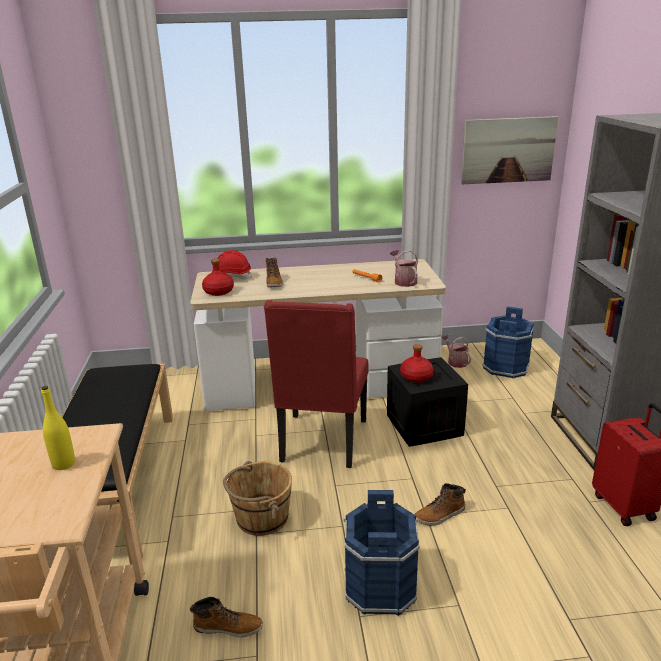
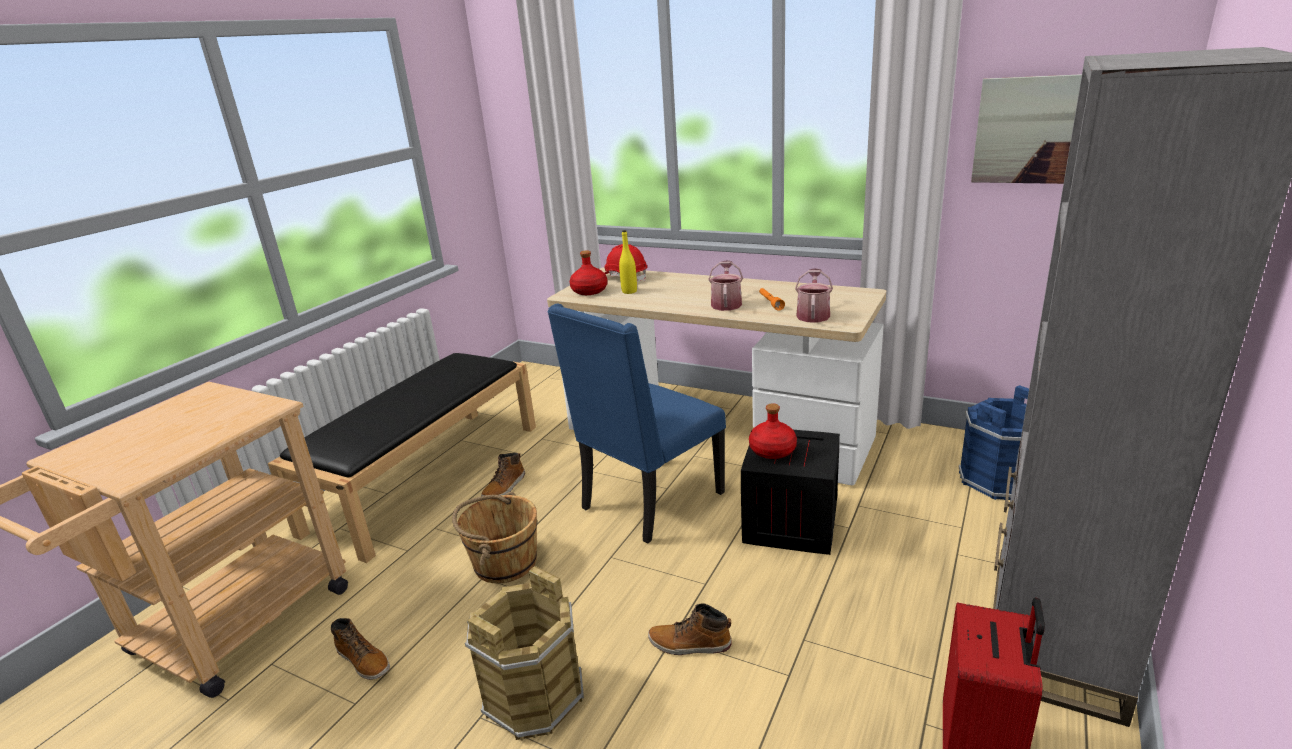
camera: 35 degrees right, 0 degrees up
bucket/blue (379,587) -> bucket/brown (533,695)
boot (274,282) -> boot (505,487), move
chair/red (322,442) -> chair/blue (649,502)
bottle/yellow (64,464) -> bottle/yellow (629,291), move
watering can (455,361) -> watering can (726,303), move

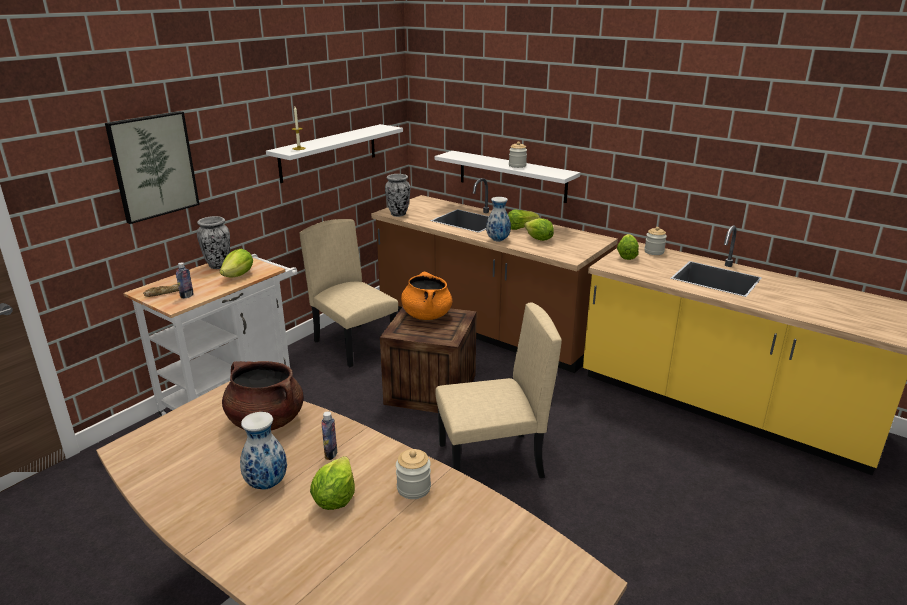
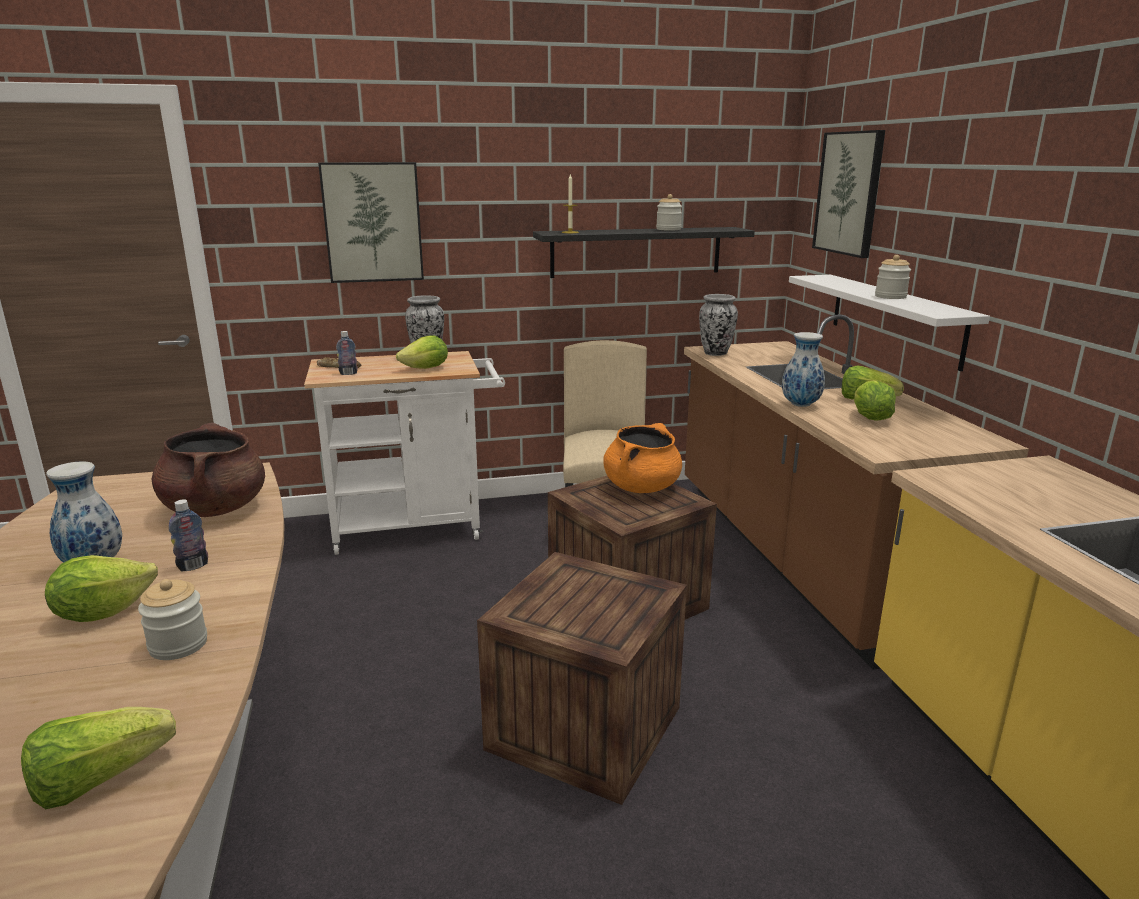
camera: 40 degrees right, 5 degrees down
lettuce (626,255) -> lettuce (99,779), move
chair/beige (490,461) -> crate (584,728)
shelf/white (329,152) -> shelf/black (636,252)
jar (654,252) -> jar (668,229), move
none -> picture (849,193)

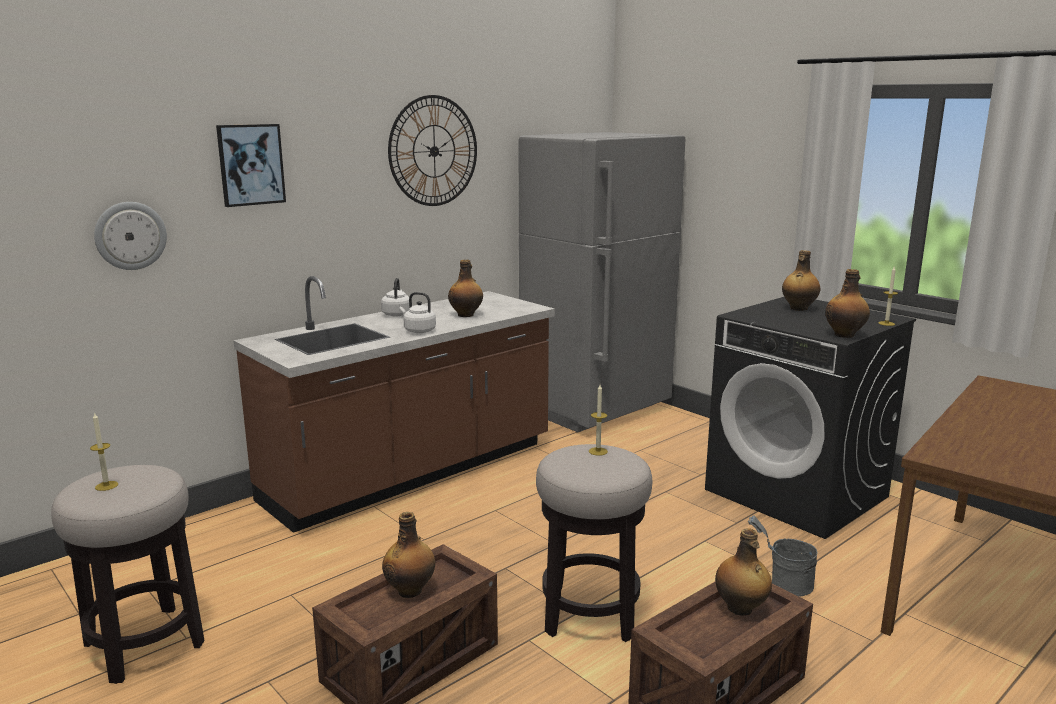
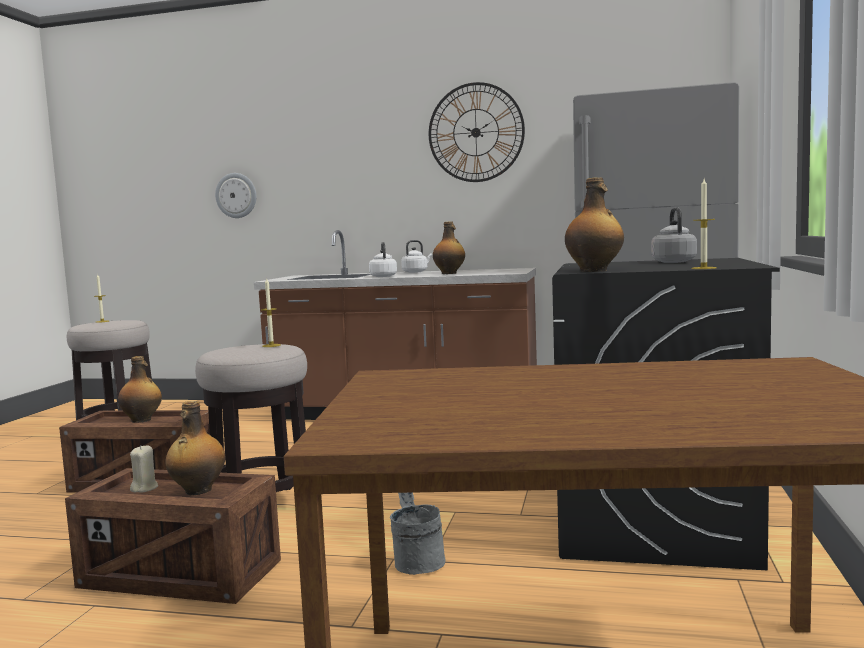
camera: 55 degrees right, 10 degrees down
none -> candle/beige (144,488)
bottle (798,308) -> kettle/grey (673,262)
picture (251,164) -> none

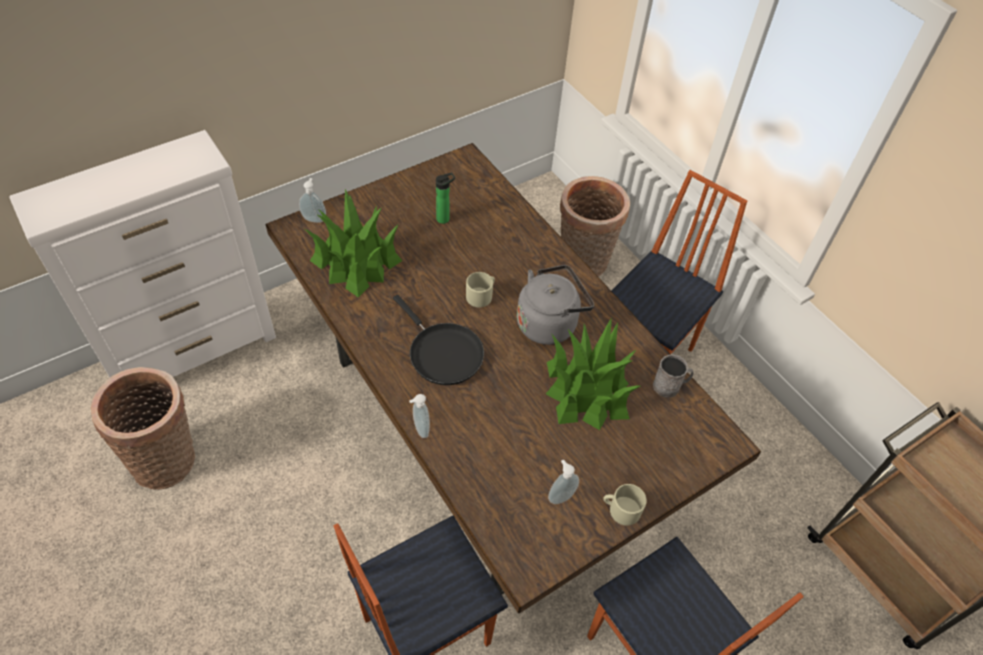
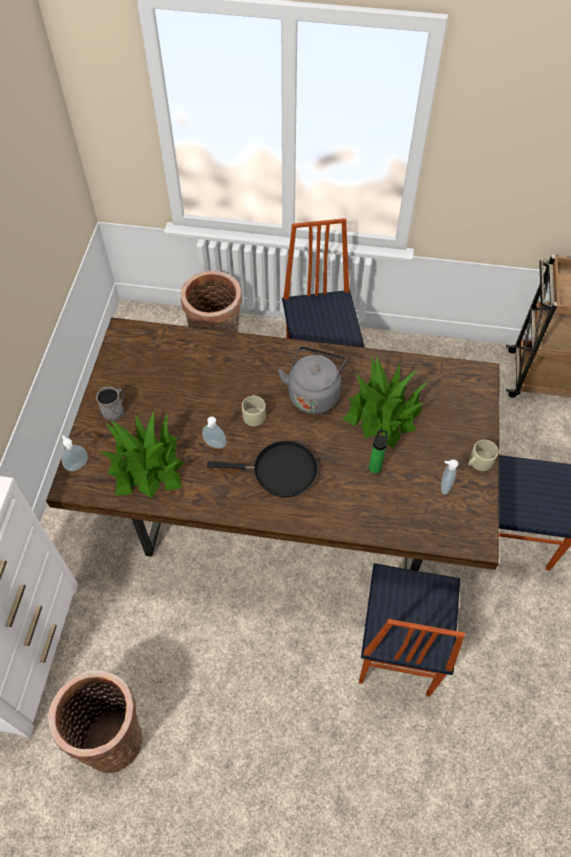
camera: 45 degrees left, 5 degrees up
mug/grey (670,386) -> mug/grey (115,410), move
soap dispenser (420,429) -> soap dispenser (214,445), move
bottle (444,218) -> bottle (375,466), move

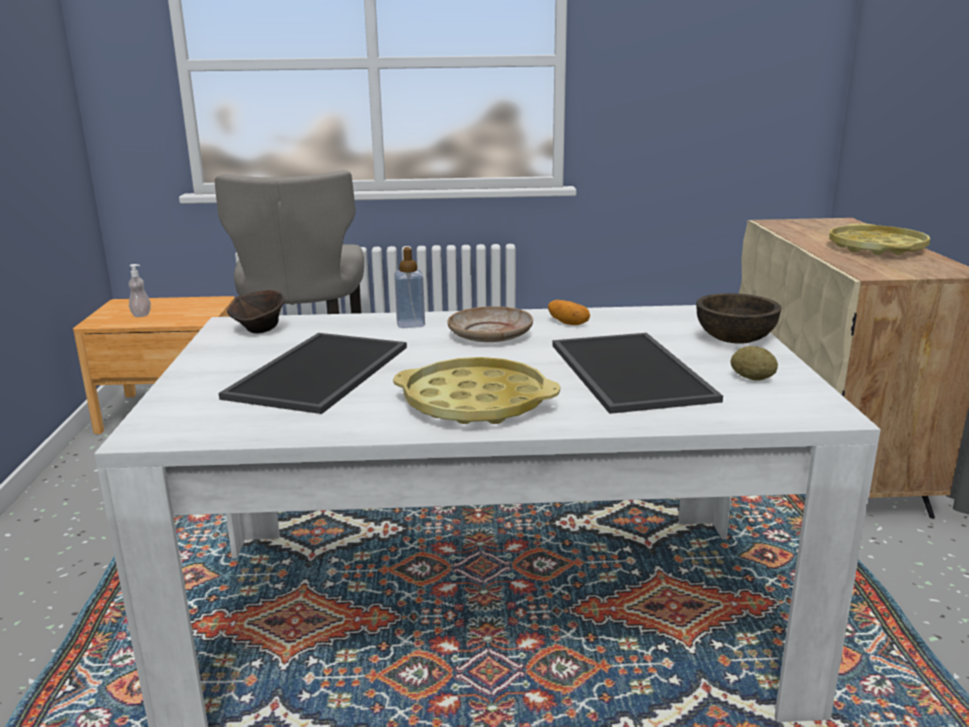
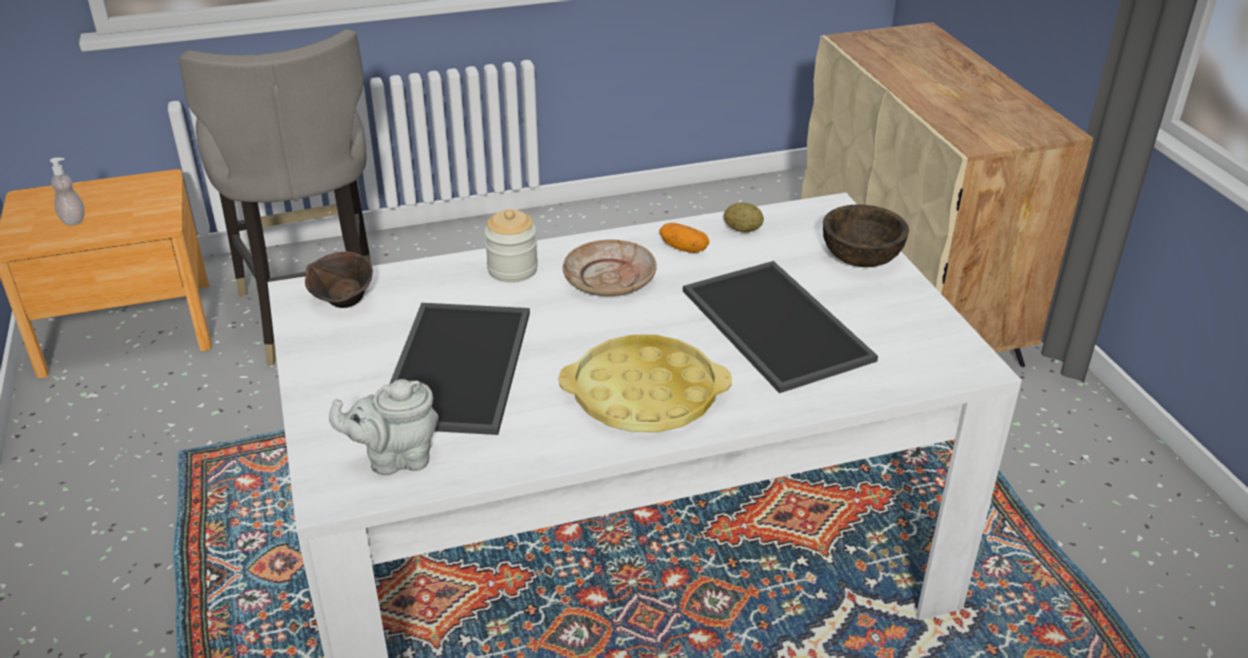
camera: 15 degrees left, 15 degrees up
none -> teapot/grey (395,459)
soap dispenser (410,324) -> jar (512,269)
potato (752,378) -> potato (742,230), move
tray/yellow (876,248) -> none

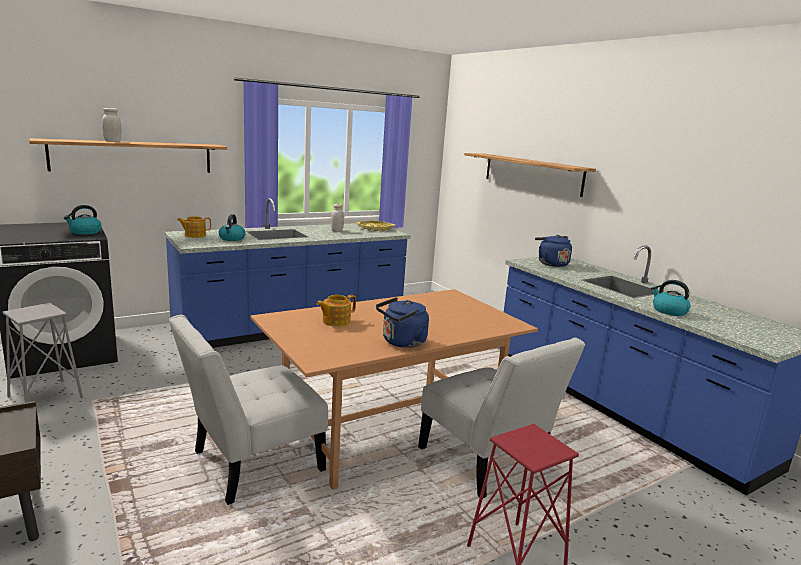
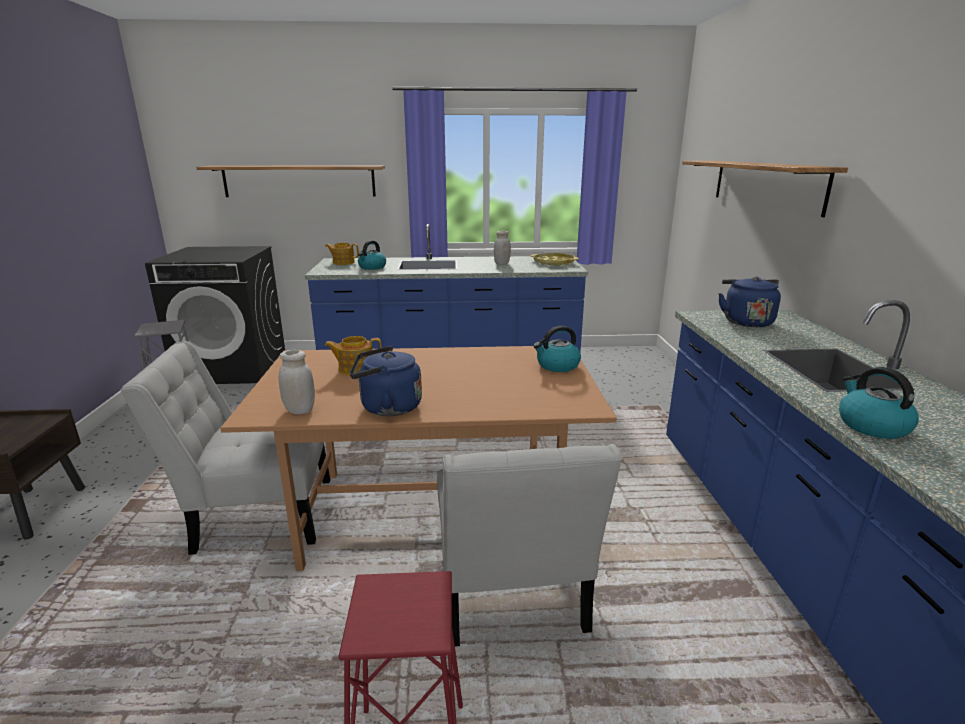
camera: 30 degrees right, 5 degrees up
jar/white (112,141) -> jar/white (300,410), move
kettle (85,232) -> kettle (557,366), move

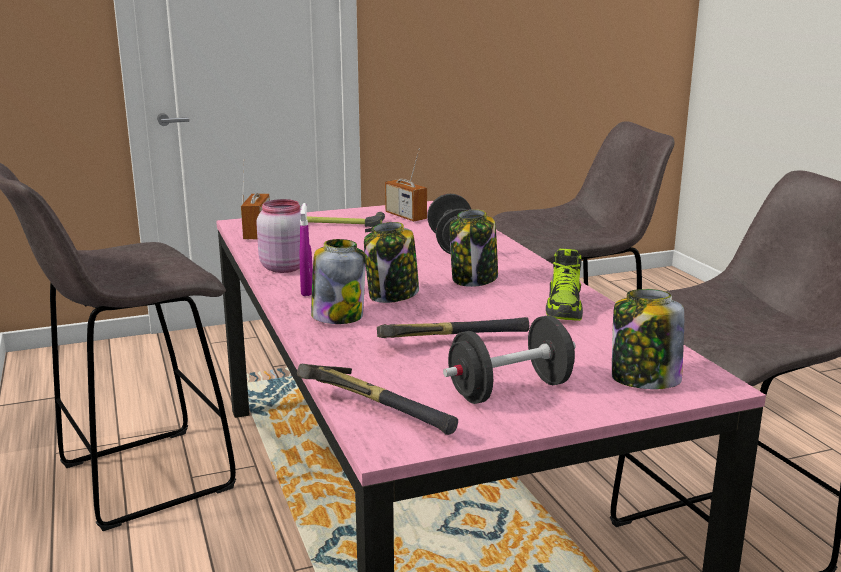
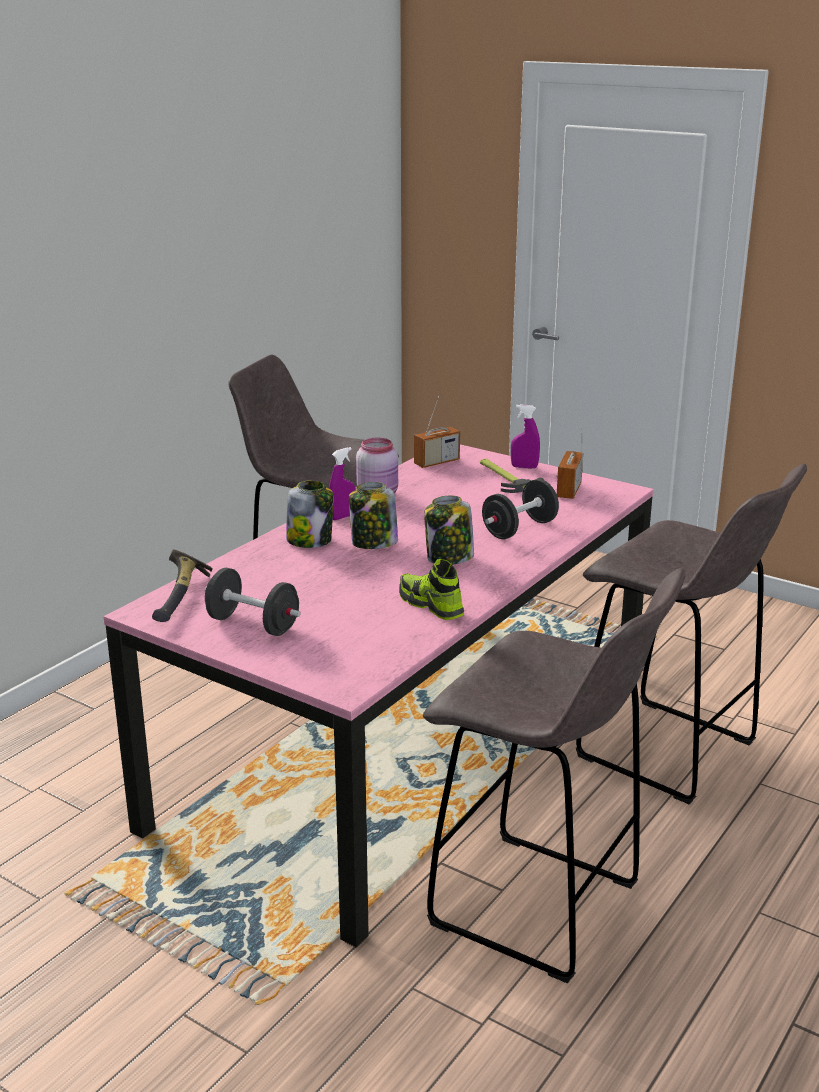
camera: 55 degrees right, 5 degrees up
shoe (565,308) -> shoe (430,605), 75 degrees clockwise
none -> spray bottle/purple (524,467)
hammer (445,342) -> none
jar (643,380) -> none

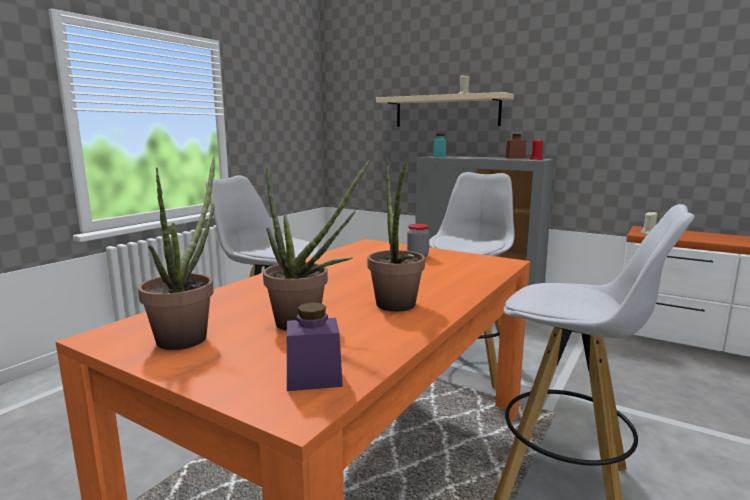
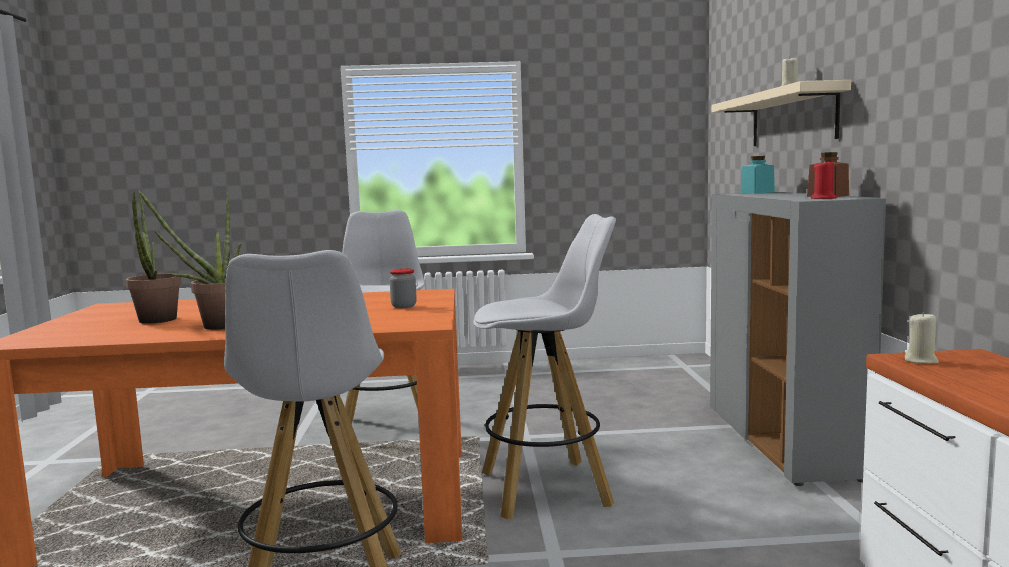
camera: 55 degrees right, 5 degrees down
potted plant (188,335) -> none
jar/purple (314,378) -> none

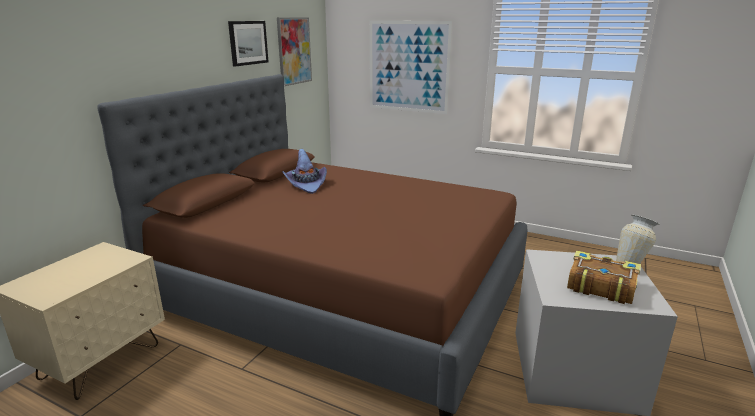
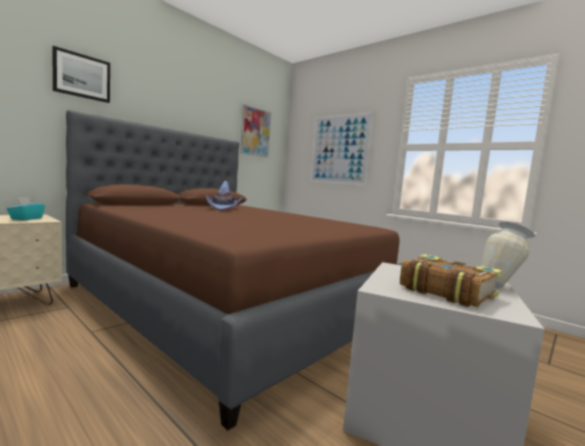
camera: 15 degrees right, 15 degrees down
none -> tissue box/turquoise (26,218)
picture (248,42) -> picture (82,76), move

